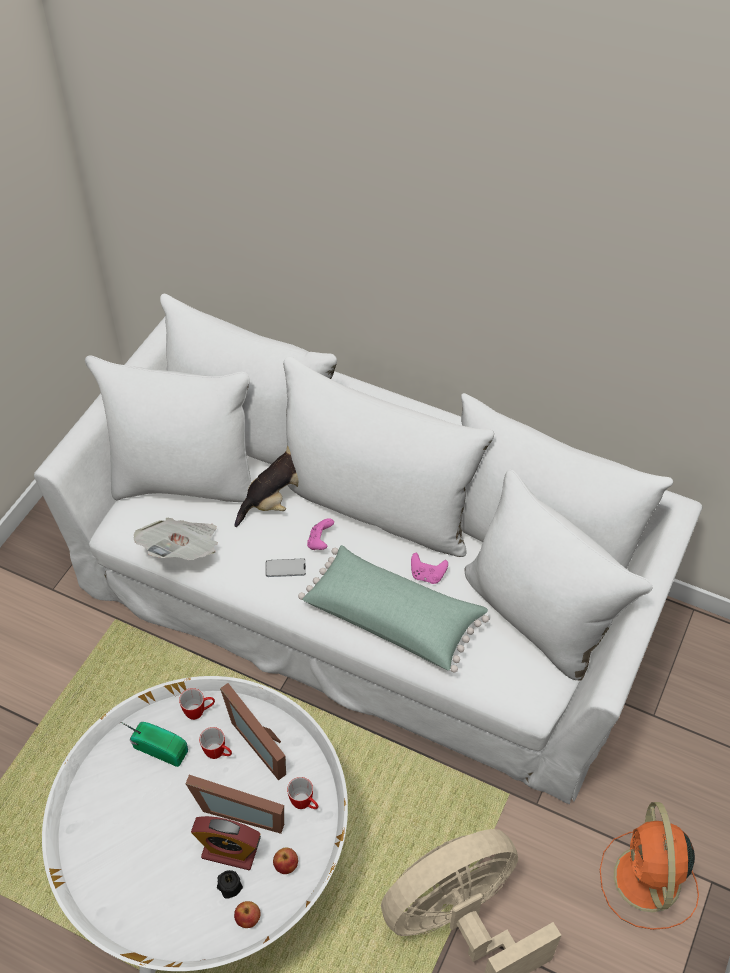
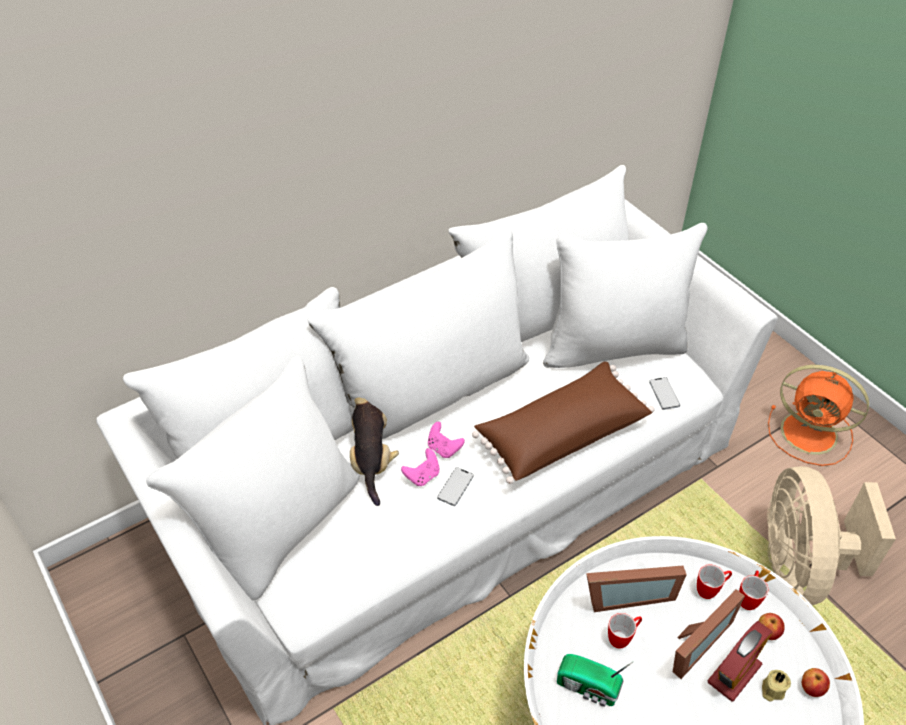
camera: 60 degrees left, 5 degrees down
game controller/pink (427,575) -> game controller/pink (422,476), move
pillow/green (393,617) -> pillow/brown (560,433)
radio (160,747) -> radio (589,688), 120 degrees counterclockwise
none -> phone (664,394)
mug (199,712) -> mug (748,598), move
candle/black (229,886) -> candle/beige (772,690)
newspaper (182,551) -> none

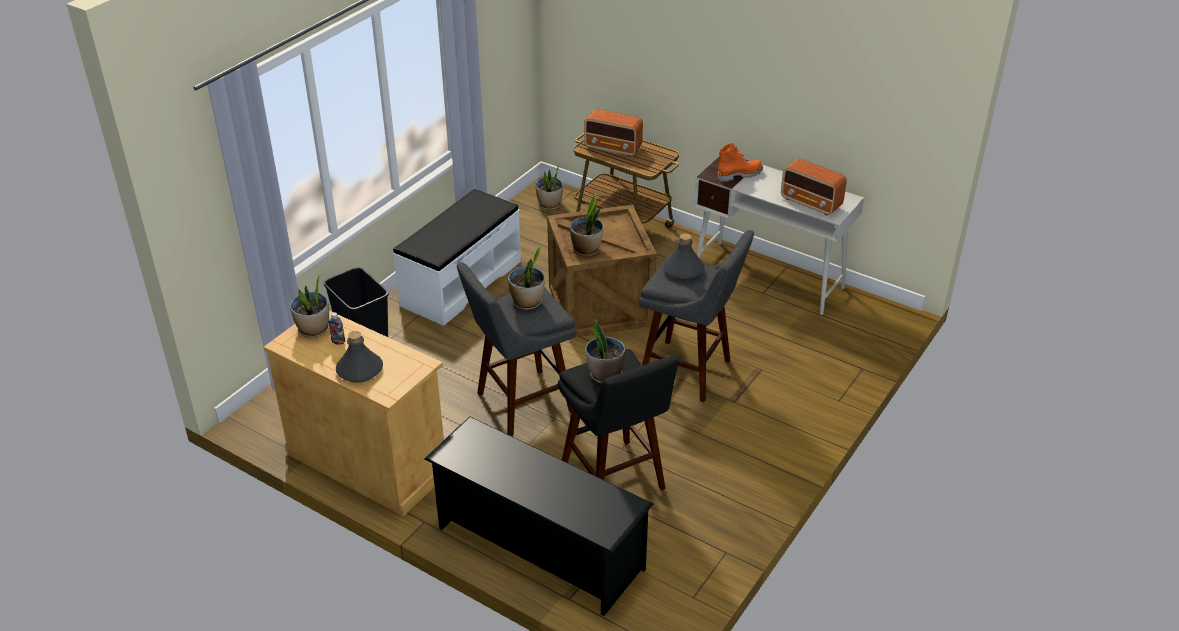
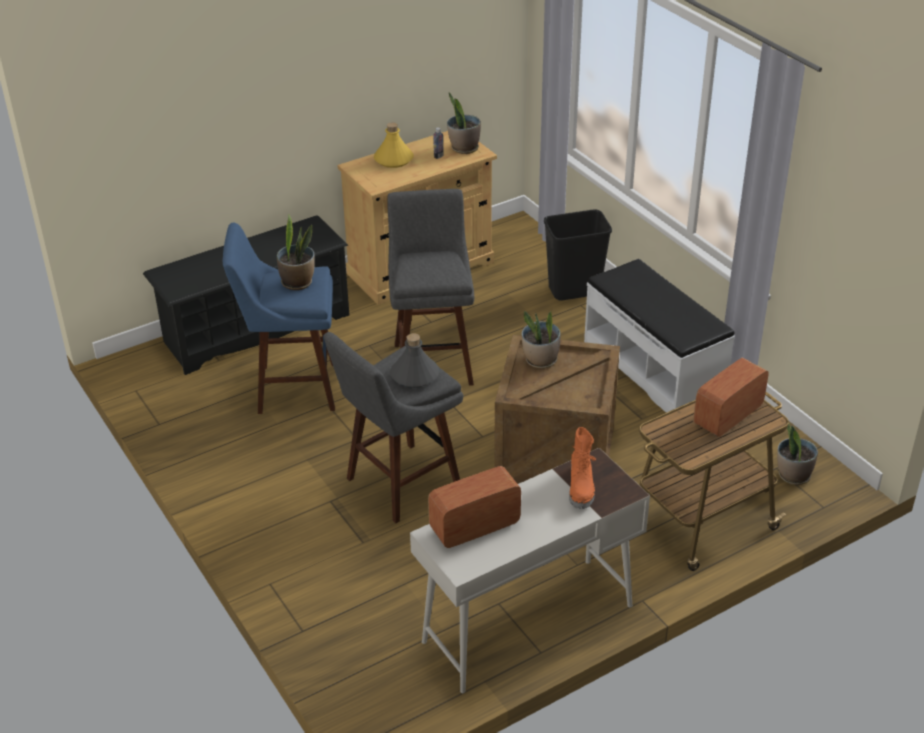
camera: 115 degrees right, 0 degrees up
stool/black (615,480) -> stool/blue (292,388)
bottle/grey (360,370) -> bottle/yellow (393,160)
potted plant (527,302) -> none

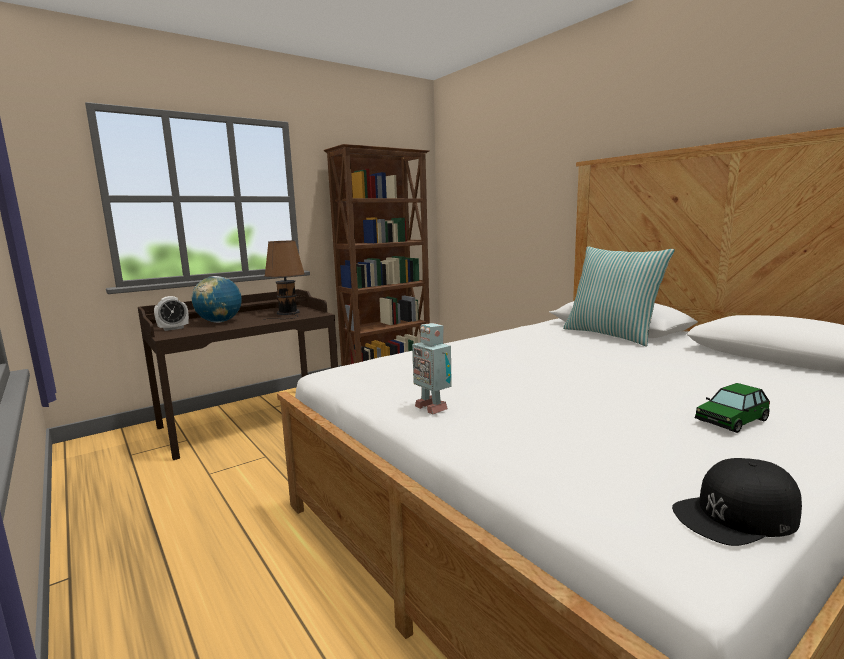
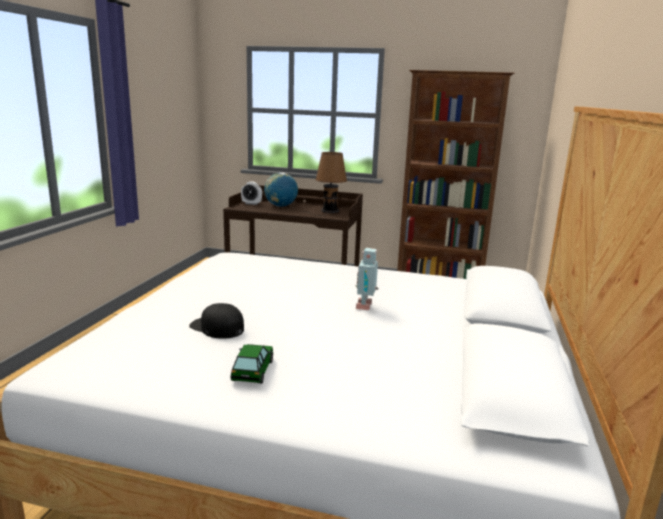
camera: 50 degrees right, 5 degrees up
cap/black (736,515) -> cap/black (217,327), move
toy car (731,420) -> toy car (253,370), 75 degrees clockwise
toy robot (432,407) -> toy robot (366,306), move
pillow (611,335) -> none

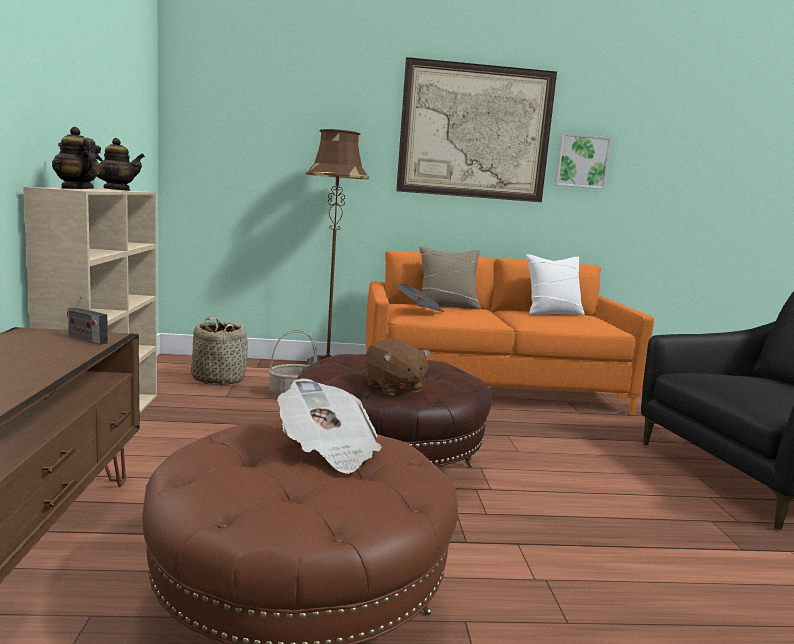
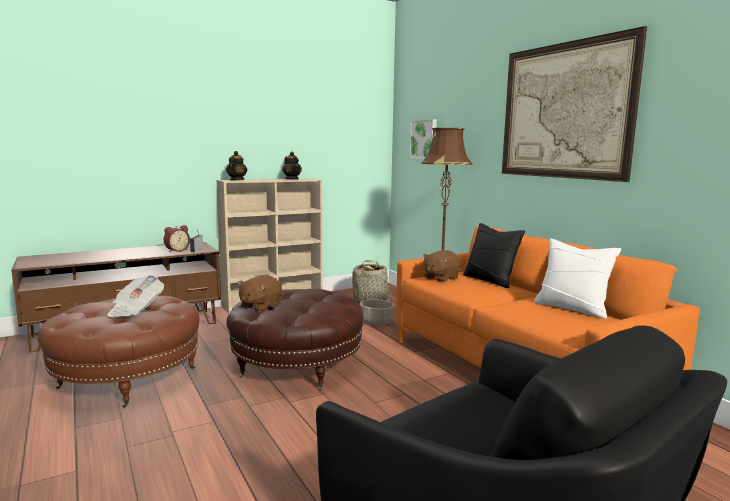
camera: 65 degrees right, 0 degrees up
none -> alarm clock (176,250)
picture (581,161) -> picture (424,139), move
newspaper (420,312) -> plush toy/brown (440,278)
pillow/beige (447,306) -> pillow/black (490,280)

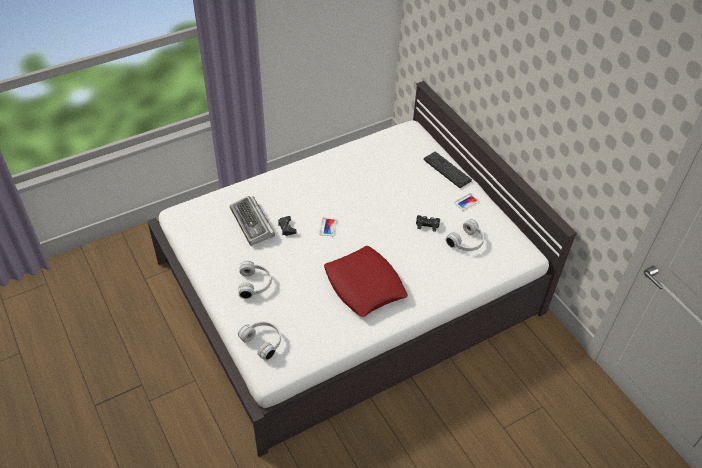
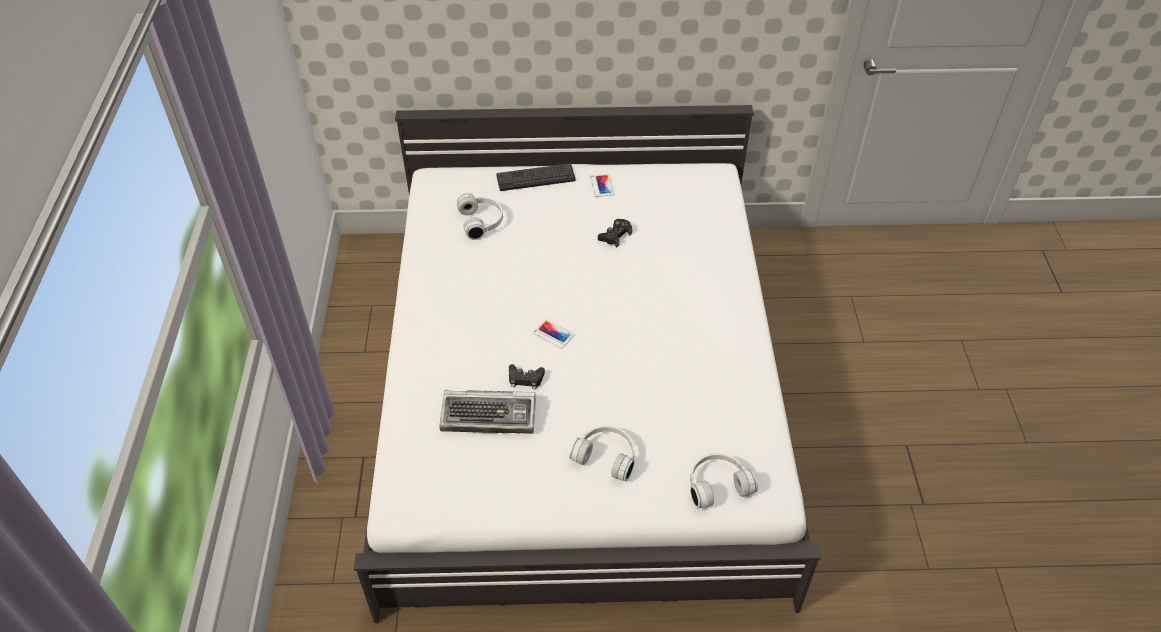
camera: 60 degrees left, 0 degrees up
headphones/white (467,242) -> headphones/white (482,221), move
pillow/red (364,285) -> none

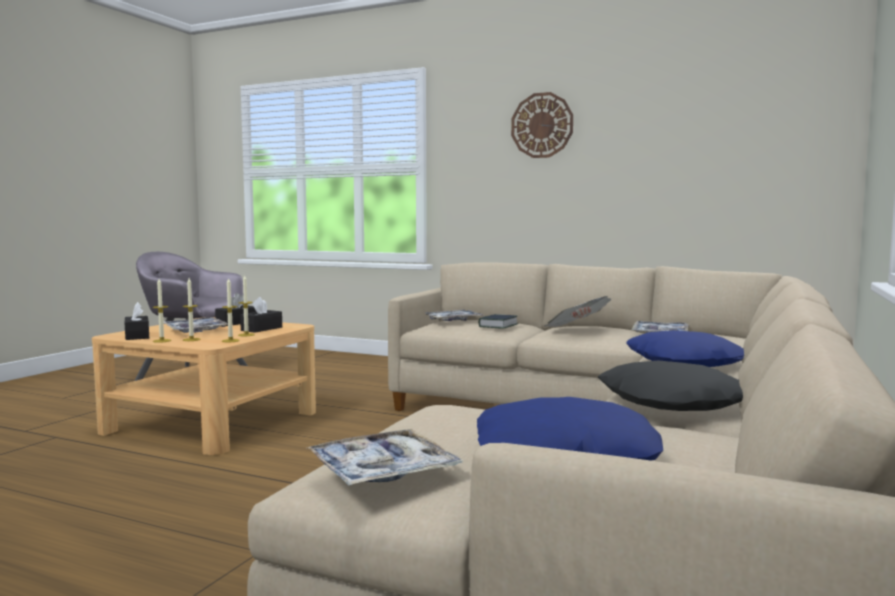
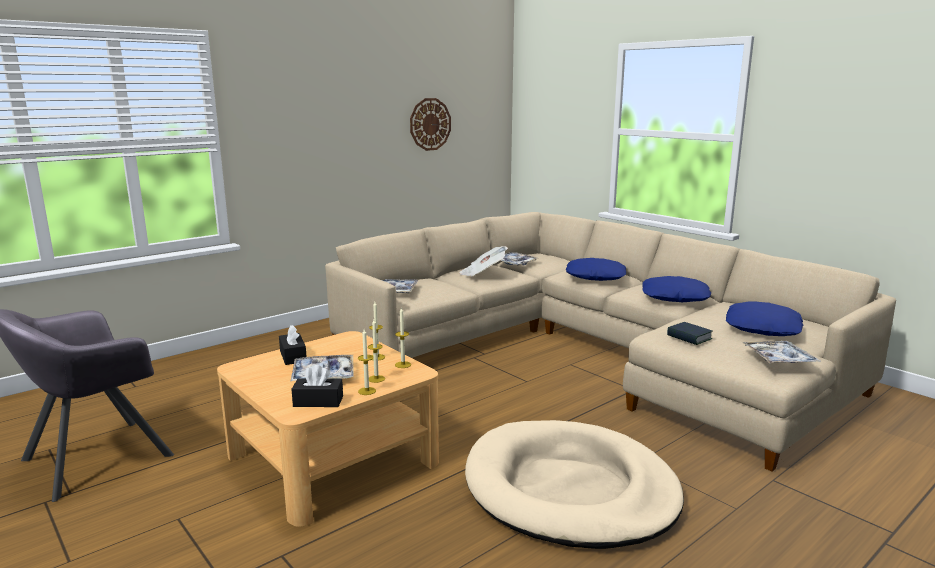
camera: 65 degrees left, 10 degrees up
wall clock (542,125) -> wall clock (430,124), move
none -> dog bed/beige (570,489)
pillow/black (670,402) -> pillow/blue (675,297)
book (498,326) -> book (689,337), move
tissue box/black (261,329) -> none

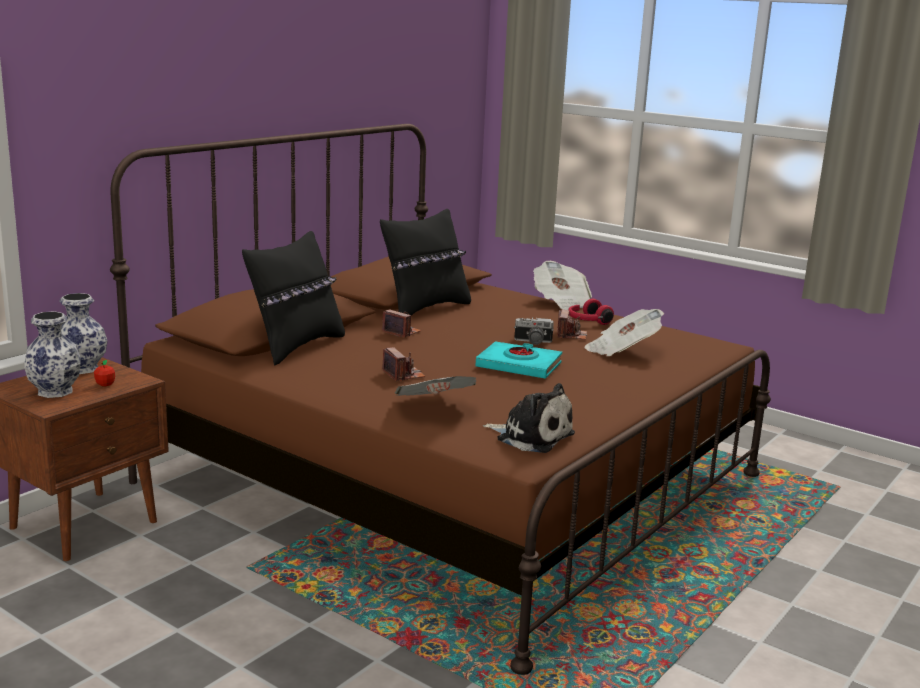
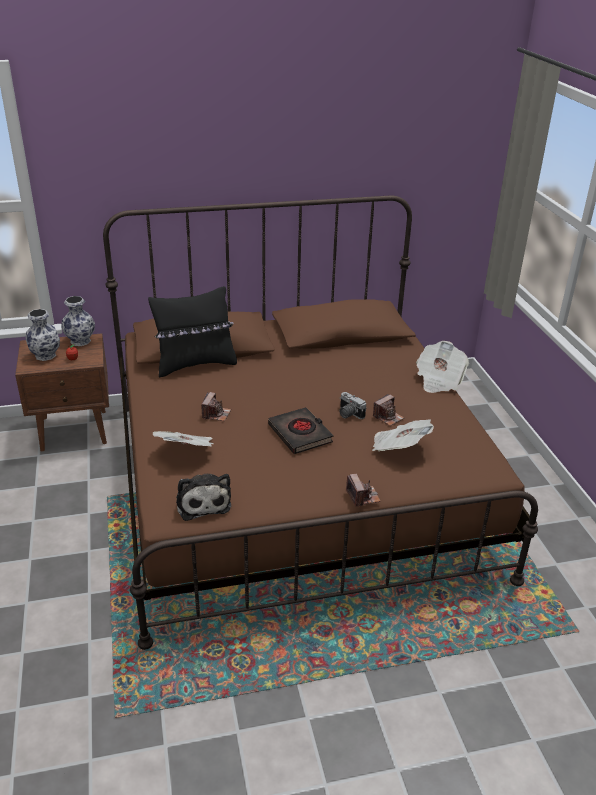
camera: 40 degrees right, 15 degrees up
book/turquoise (519,366) -> book/black (300,434)
photo camera (402,332) -> photo camera (363,497), move
pillow/black (425,308) -> none
headphones/red (588,322) -> none

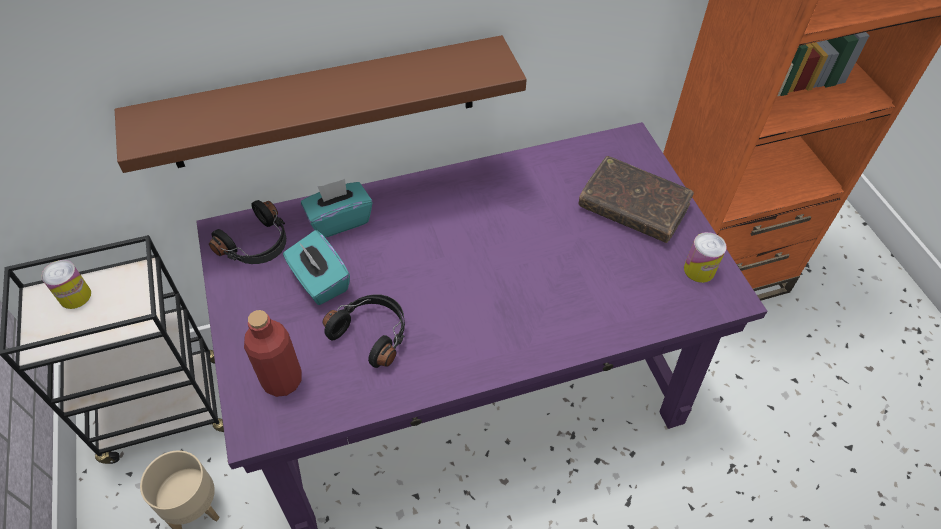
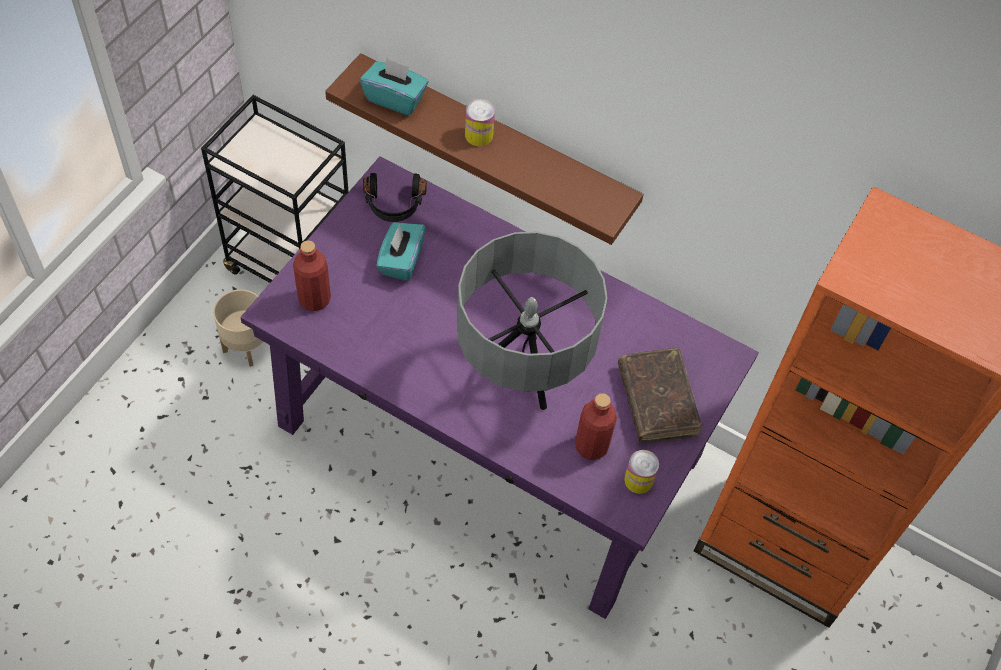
camera: 45 degrees right, 5 degrees up
tissue box/turquoise (339,220) -> tissue box/turquoise (395,98), move
none -> table lamp/grey (521,378)
can (75,296) -> can (479,135), move
none -> bottle/red (591,446)
headphones/black (372,333) -> none

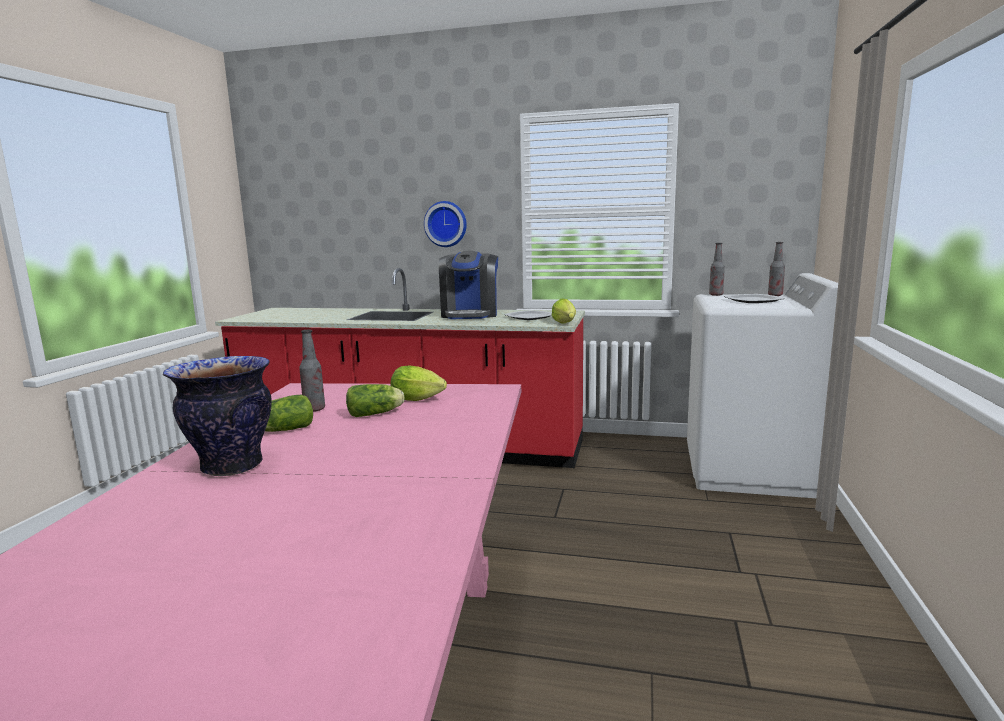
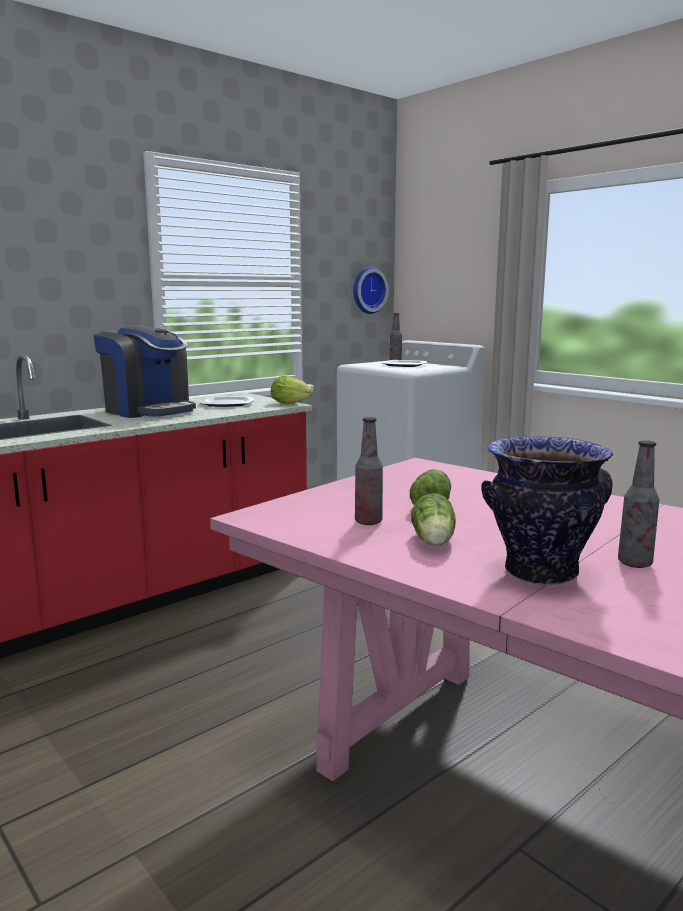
camera: 55 degrees left, 0 degrees up
wall clock (446,224) -> wall clock (367,290), move
bottle (716,295) -> bottle (634,563), move
lettuce (420,400) -> none

